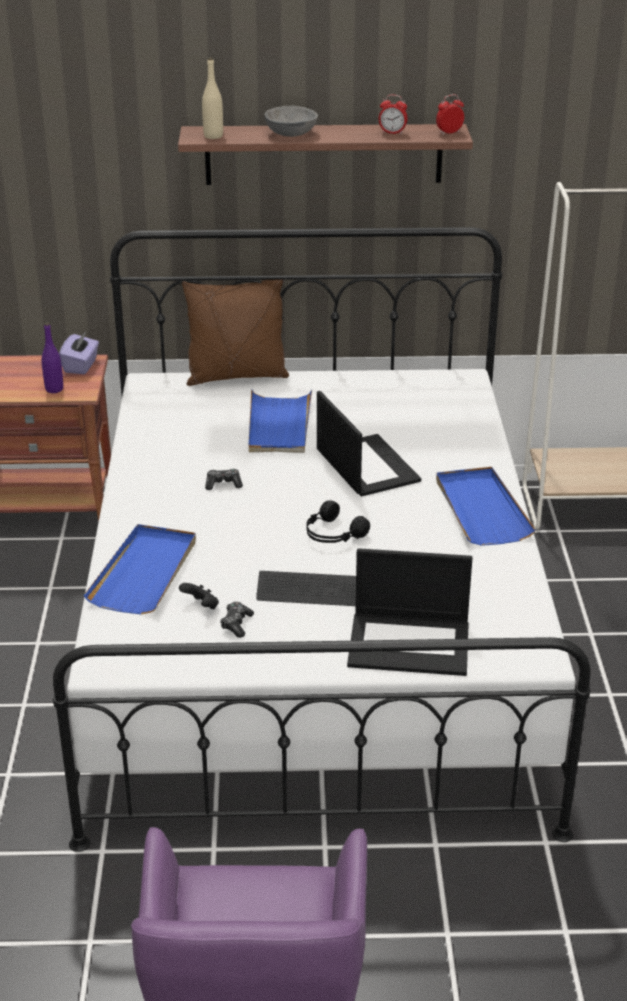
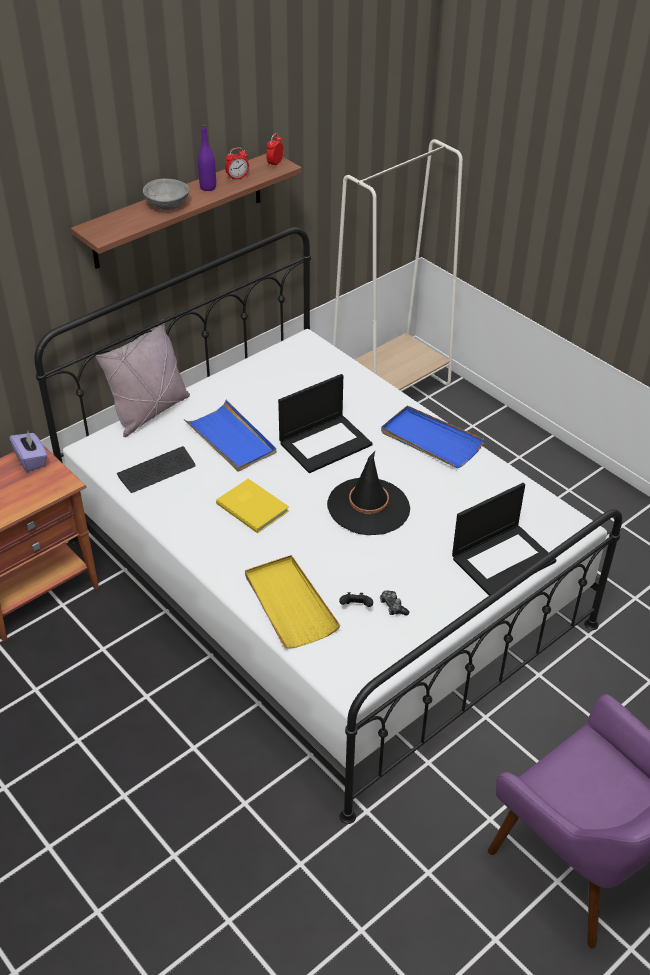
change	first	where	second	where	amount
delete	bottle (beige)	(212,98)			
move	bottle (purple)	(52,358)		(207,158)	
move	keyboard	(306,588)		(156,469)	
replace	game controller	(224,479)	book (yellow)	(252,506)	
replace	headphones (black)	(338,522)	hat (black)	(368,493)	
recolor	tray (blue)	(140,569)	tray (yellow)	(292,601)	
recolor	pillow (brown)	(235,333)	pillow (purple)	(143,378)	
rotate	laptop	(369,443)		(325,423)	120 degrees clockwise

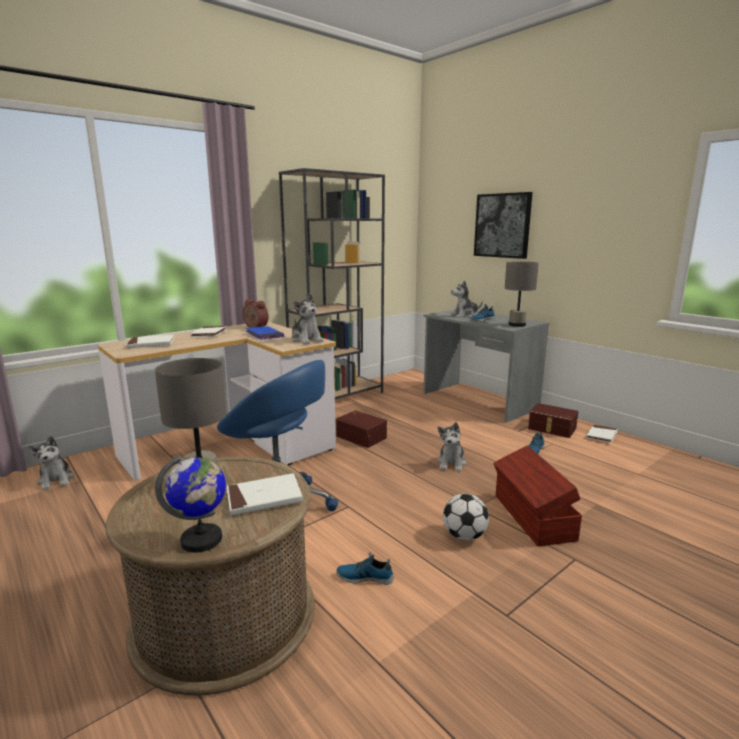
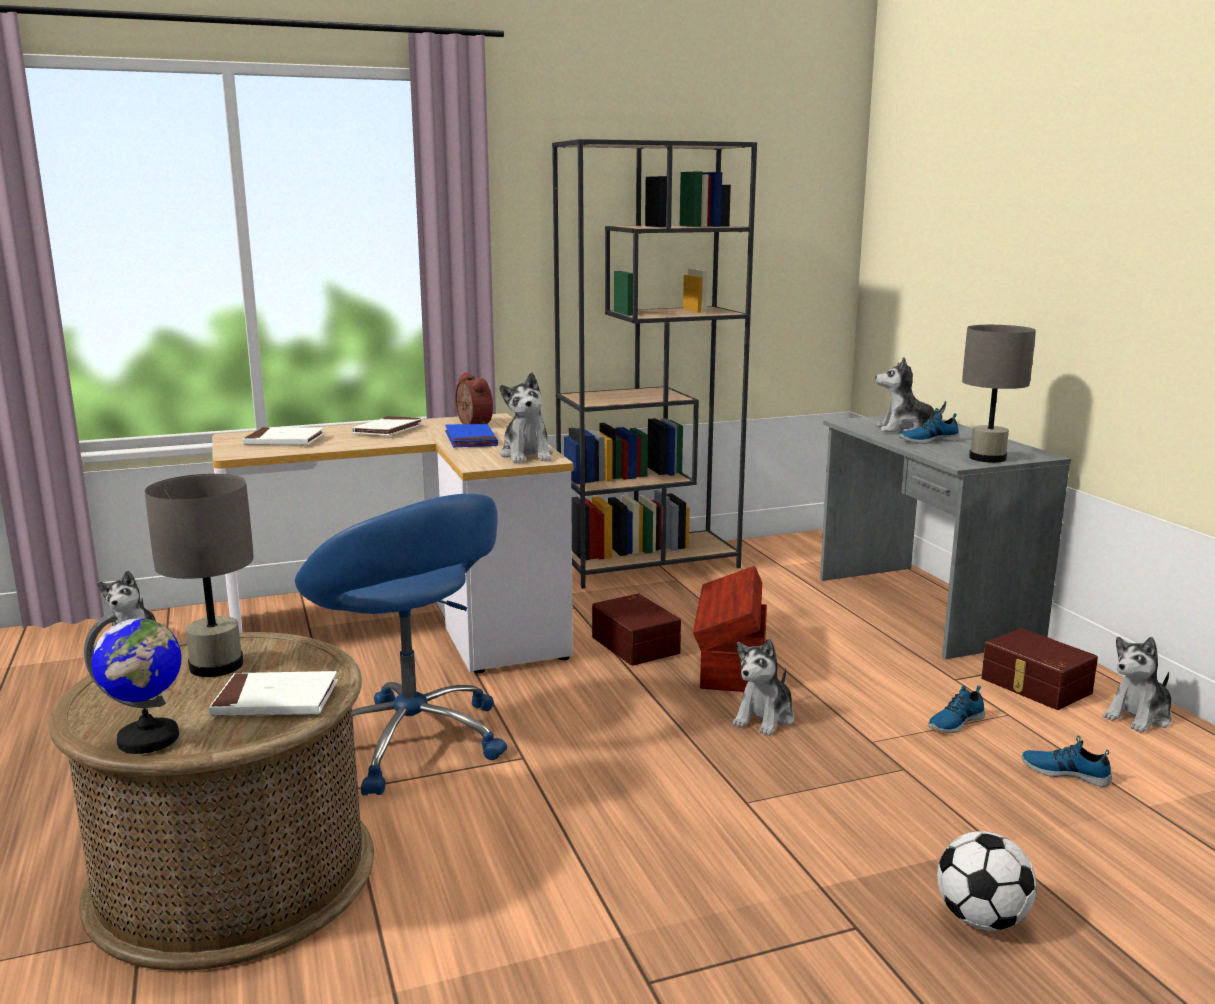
change	first	where	second	where	amount
delete	picture	(503,225)			
move	shoe	(365,568)		(1066,761)	
move	football	(466,517)		(987,881)	
move	storage box (brown)	(537,495)		(730,629)	
replace	book (white)	(602,434)	plush toy	(1137,685)	

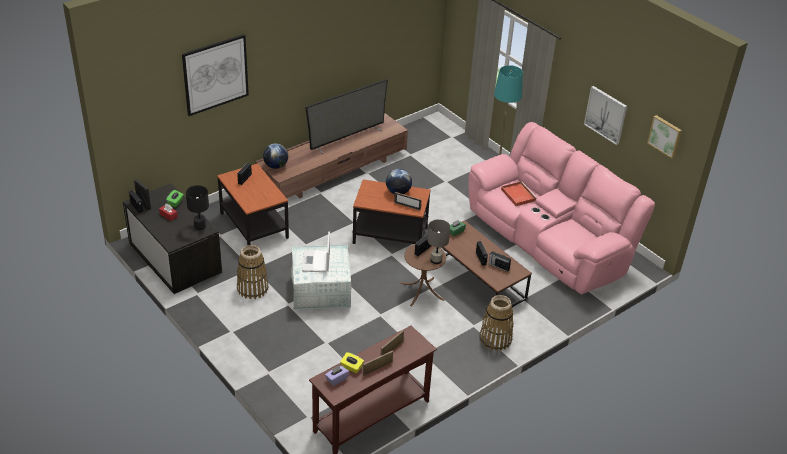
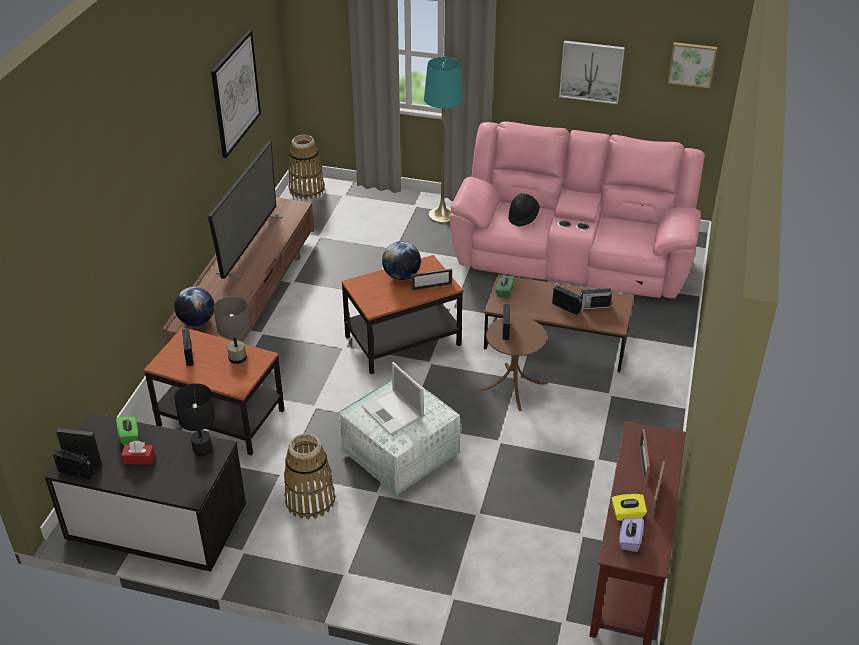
change	first	where	second	where	amount
move	picture	(215,75)		(236,94)	
move	table lamp (grey)	(438,241)		(232,330)	
move	basket	(497,323)		(306,167)	
replace	tray (red)	(519,193)	hat (black)	(524,210)	

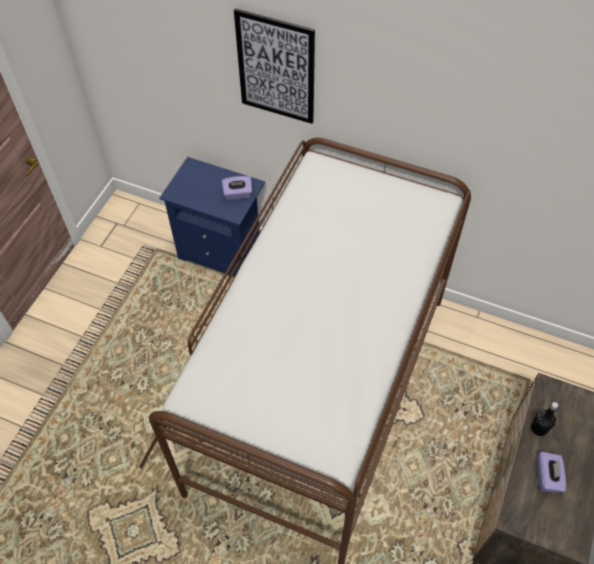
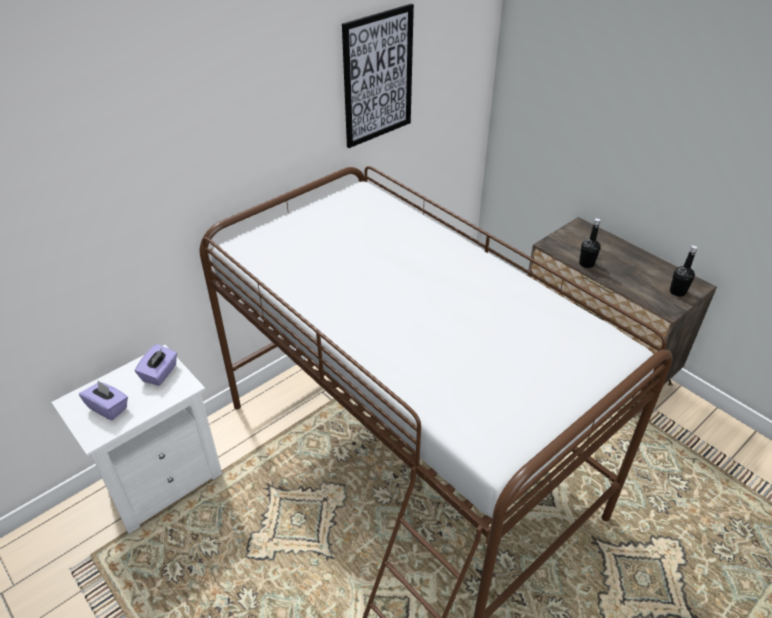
change	first	where	second	where	amount
insert			bottle (black)	(684,271)	
move	picture	(274,66)		(378,76)	
move	tissue box (purple)	(551,472)		(103,401)	
recolor	nightstand (blue)	(212,217)	nightstand (white)	(136,439)	

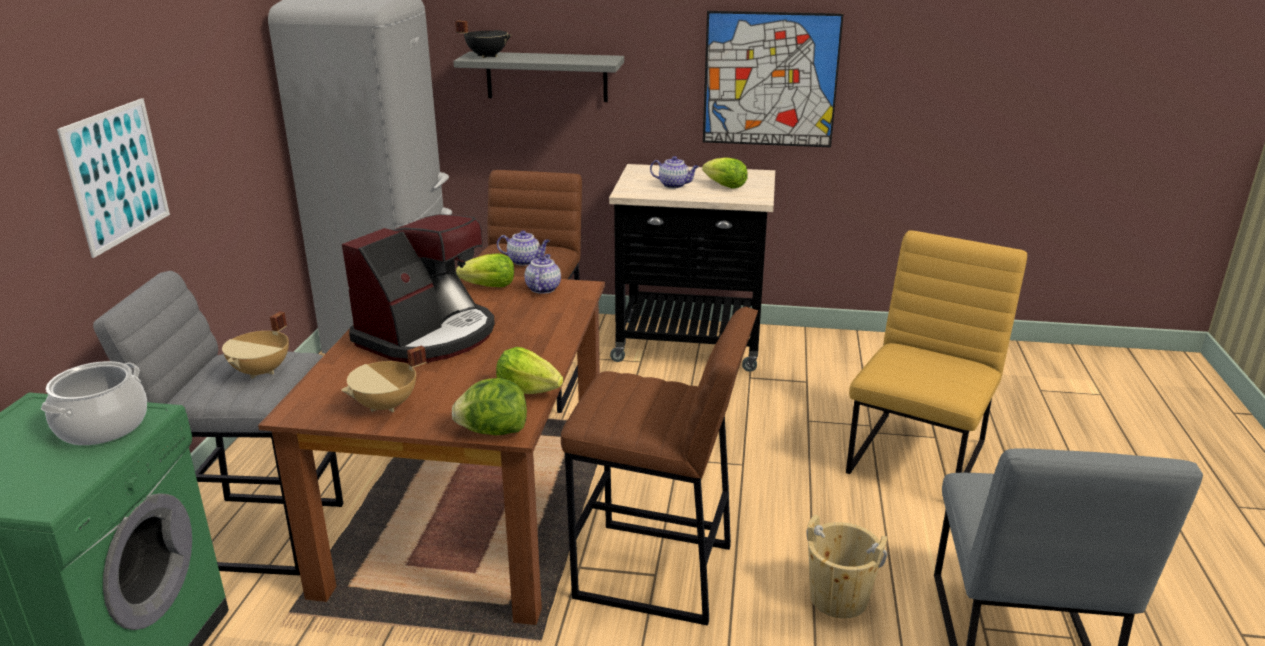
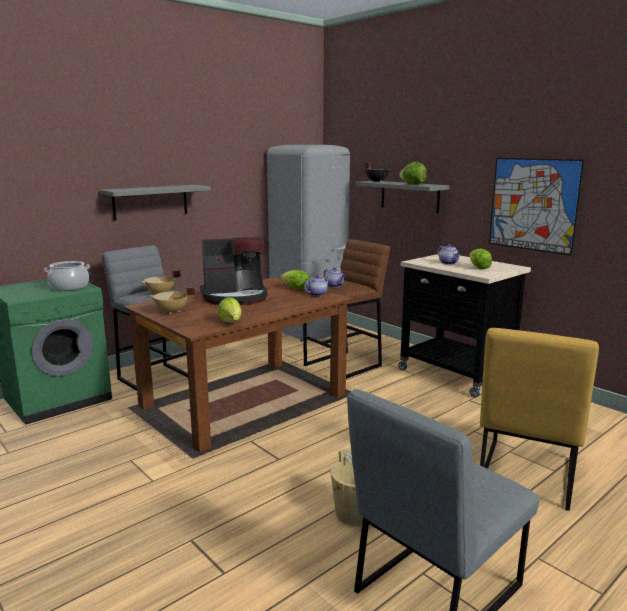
change	first	where	second	where	amount
delete	stool (brown)	(659,466)			
move	lettuce	(489,406)		(413,173)	
replace	picture	(113,178)	shelf (grey)	(155,202)	
rotate	chair (yellow)	(936,352)		(539,419)	135 degrees clockwise

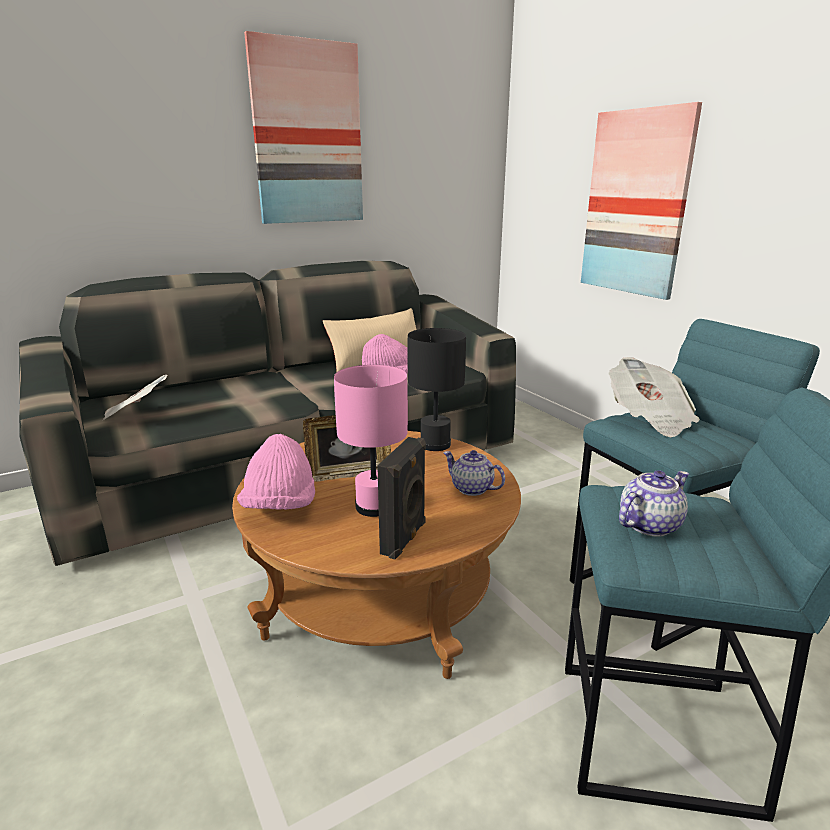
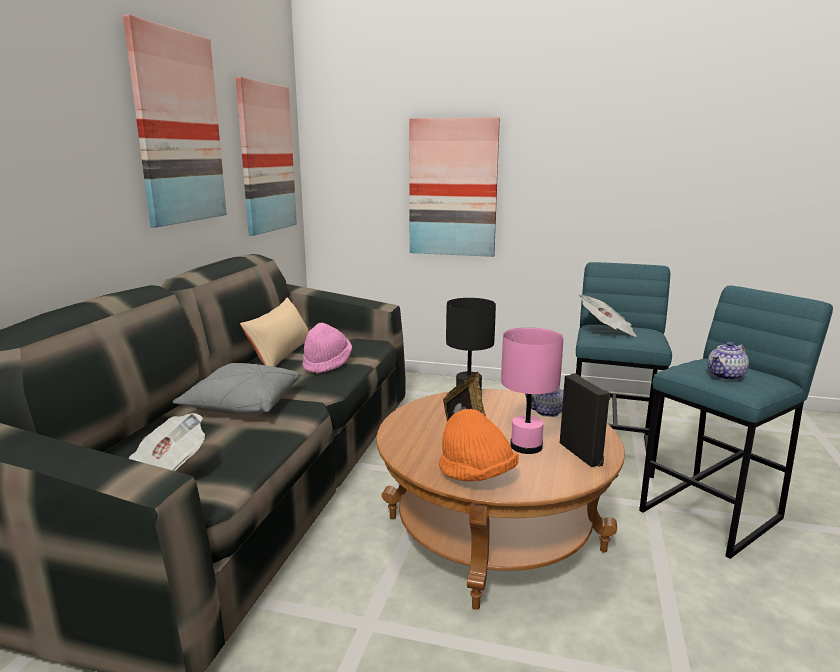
change	first	where	second	where	amount
insert			pillow (grey)	(237,388)	
insert			picture	(266,156)	
recolor	hat (pink)	(276,472)	hat (orange)	(479,445)	
rotate	teapot	(654,503)		(728,361)	135 degrees counterclockwise

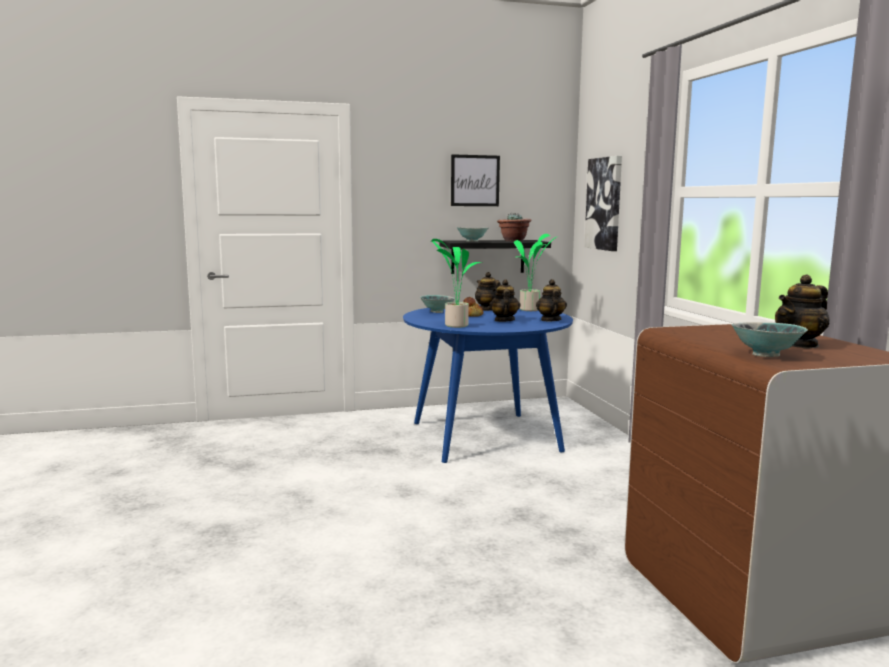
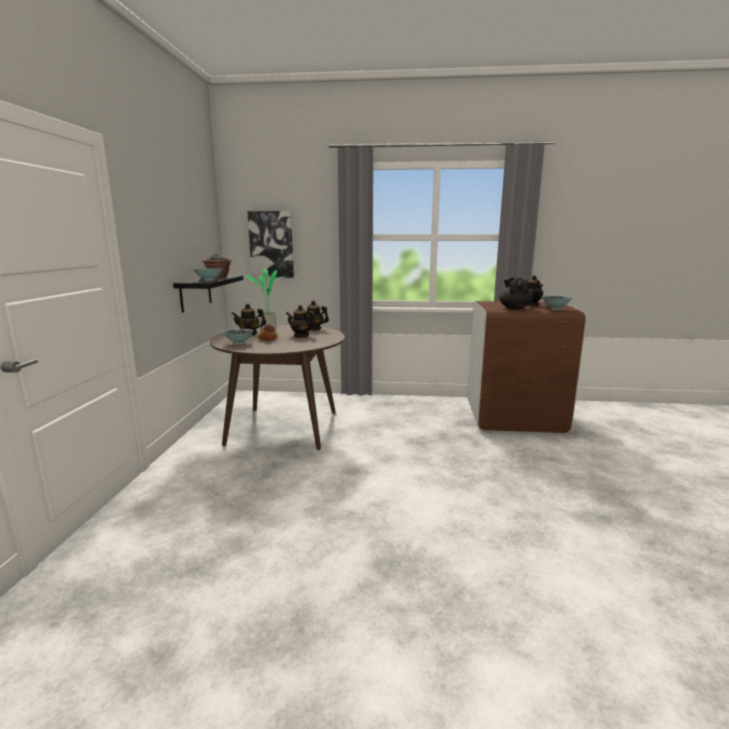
change	first	where	second	where	amount
delete	potted plant	(456,283)			
delete	picture	(475,180)			
insert			teapot (black)	(516,293)	
recolor	dining table (blue)	(488,385)	dining table (brown)	(277,387)	

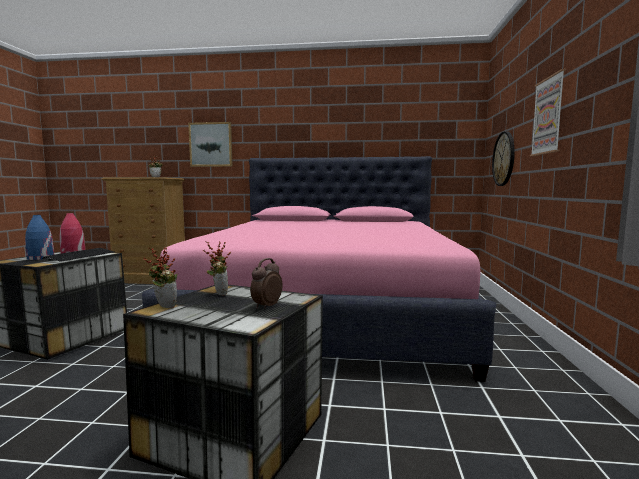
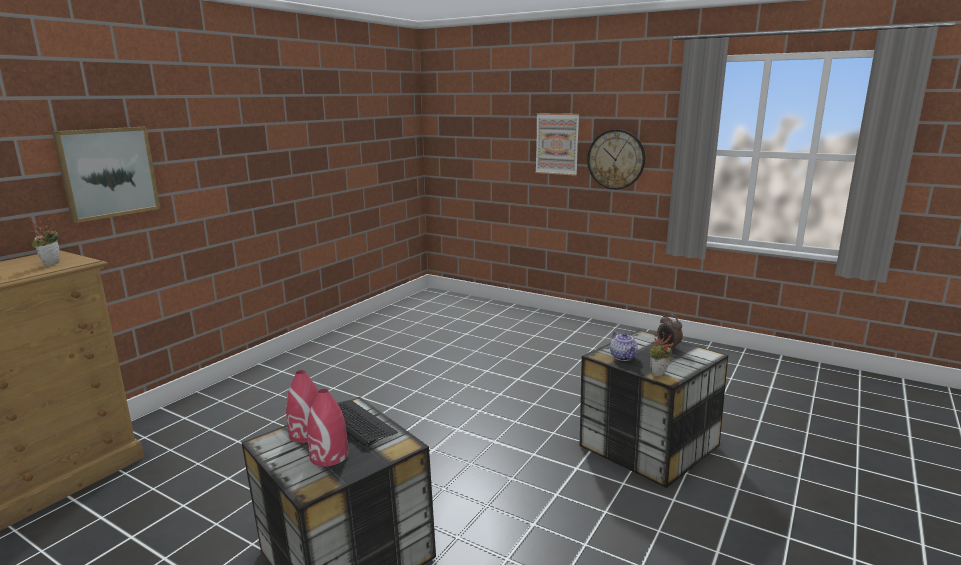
change	first	where	second	where	amount
delete	bed (pink)	(319,269)			
move	wall clock	(503,158)		(616,159)	
replace	potted plant	(217,268)	teapot	(624,346)	
recolor	vase (blue)	(39,237)	vase (red)	(327,428)	

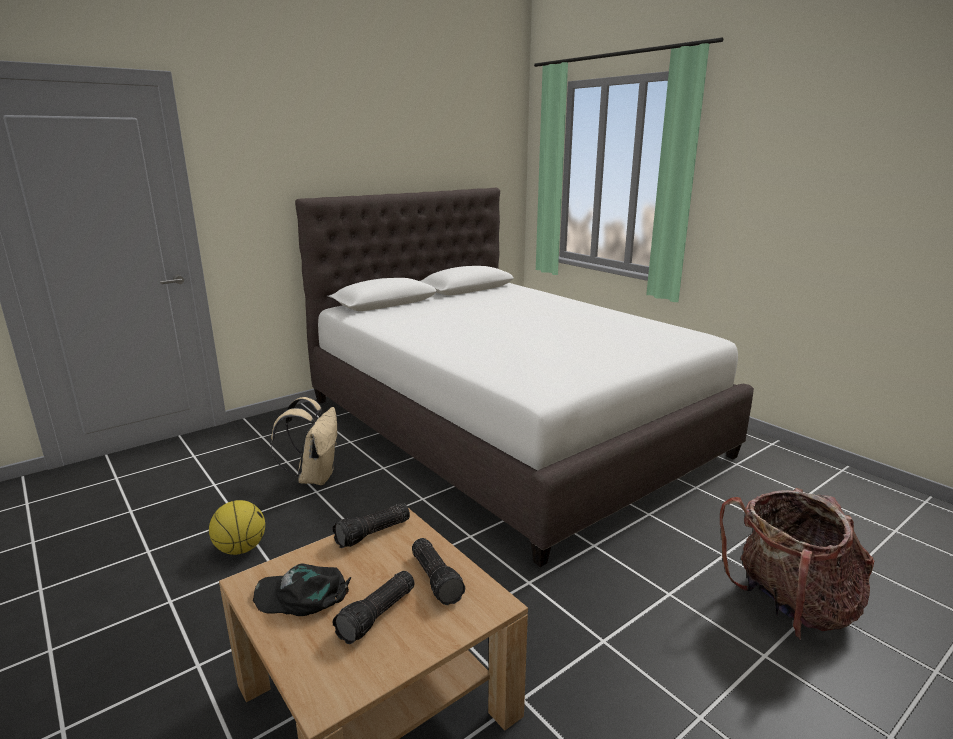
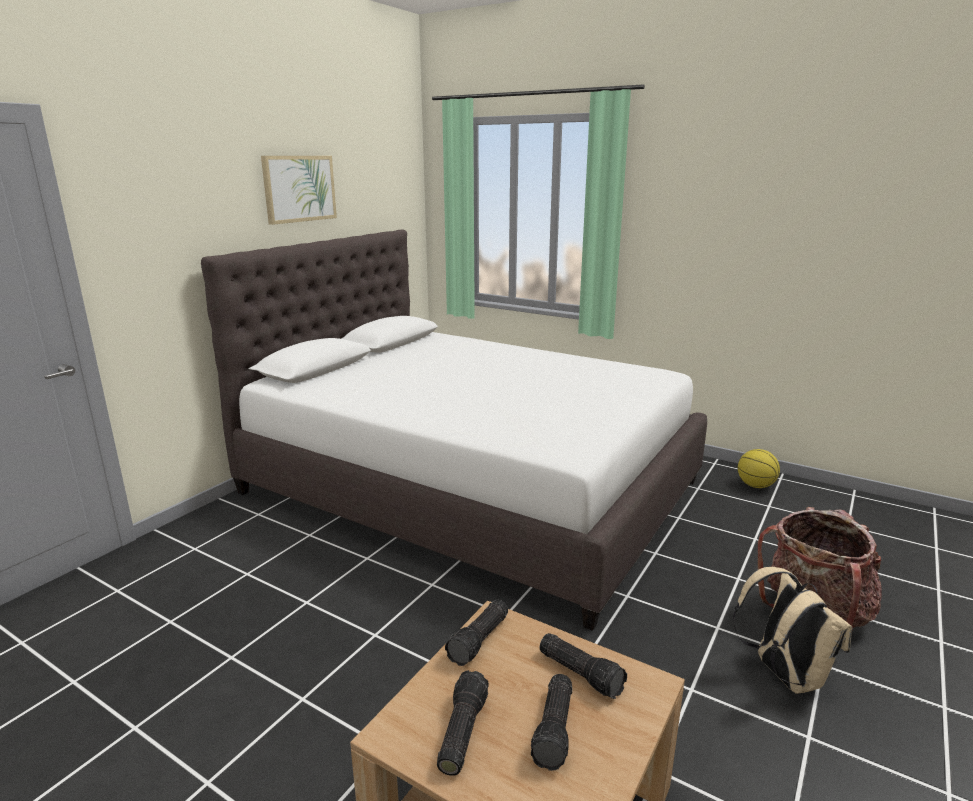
change	first	where	second	where	amount
insert			picture	(299,190)	
move	basketball	(237,527)		(759,468)	
move	backpack (beige)	(304,441)		(792,630)	
replace	cap (black)	(302,589)	flashlight	(463,723)	

